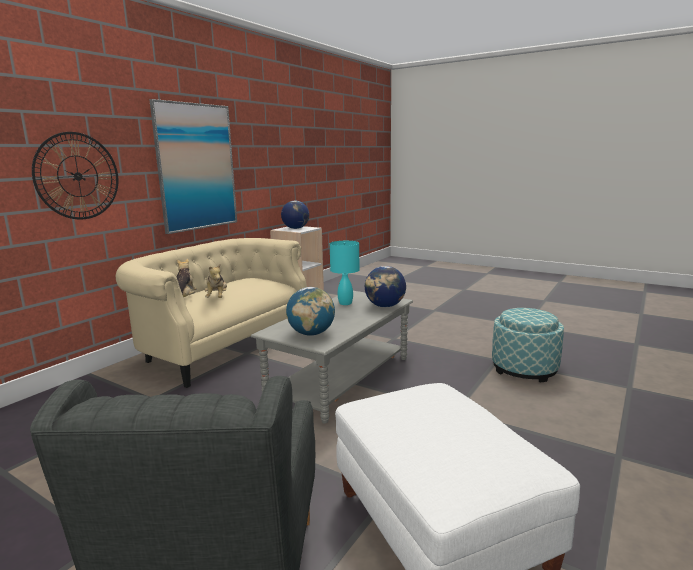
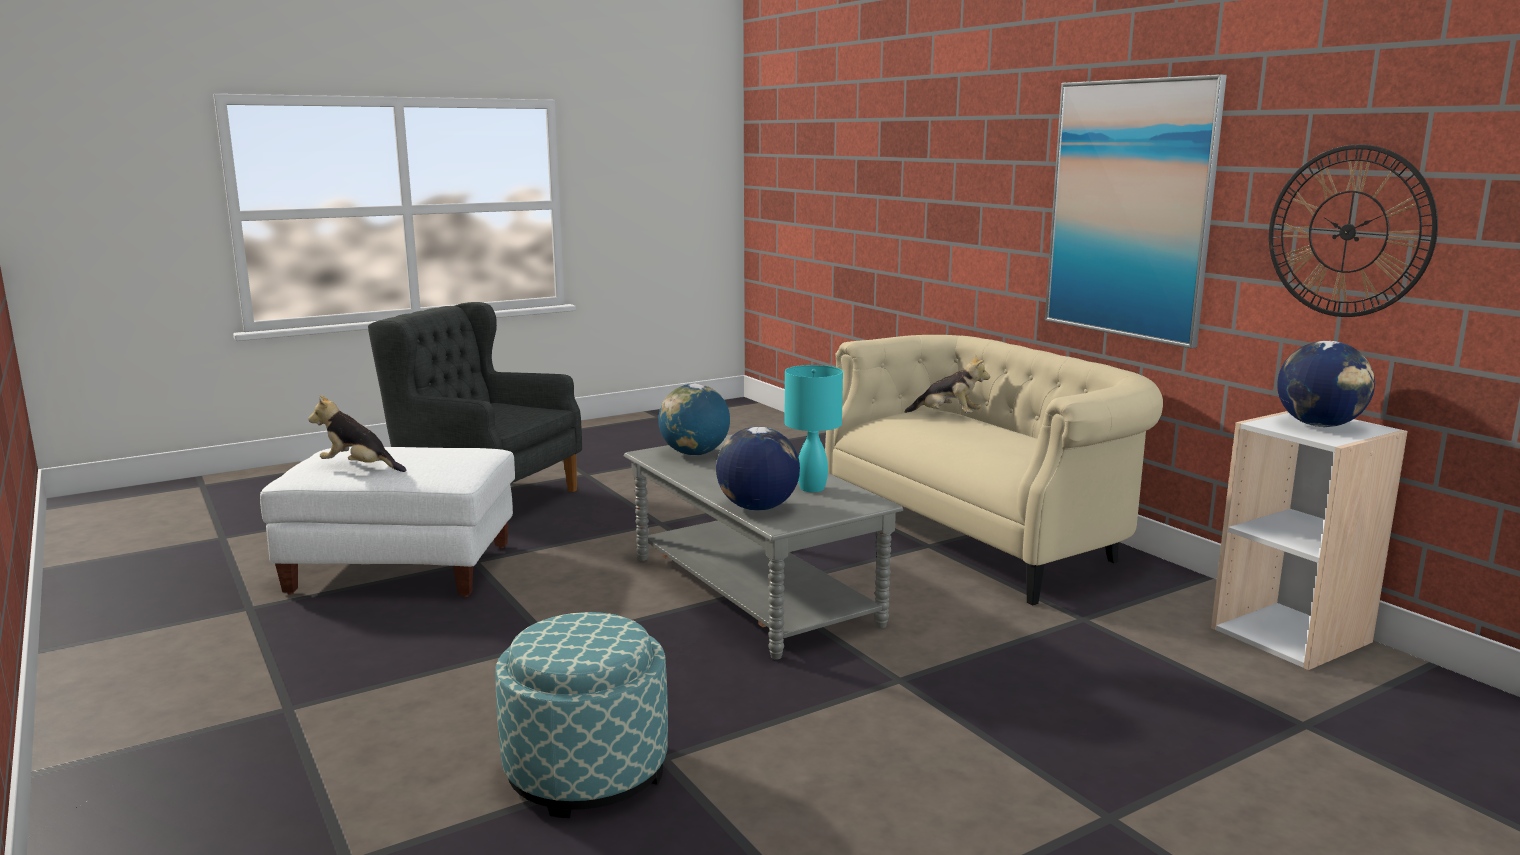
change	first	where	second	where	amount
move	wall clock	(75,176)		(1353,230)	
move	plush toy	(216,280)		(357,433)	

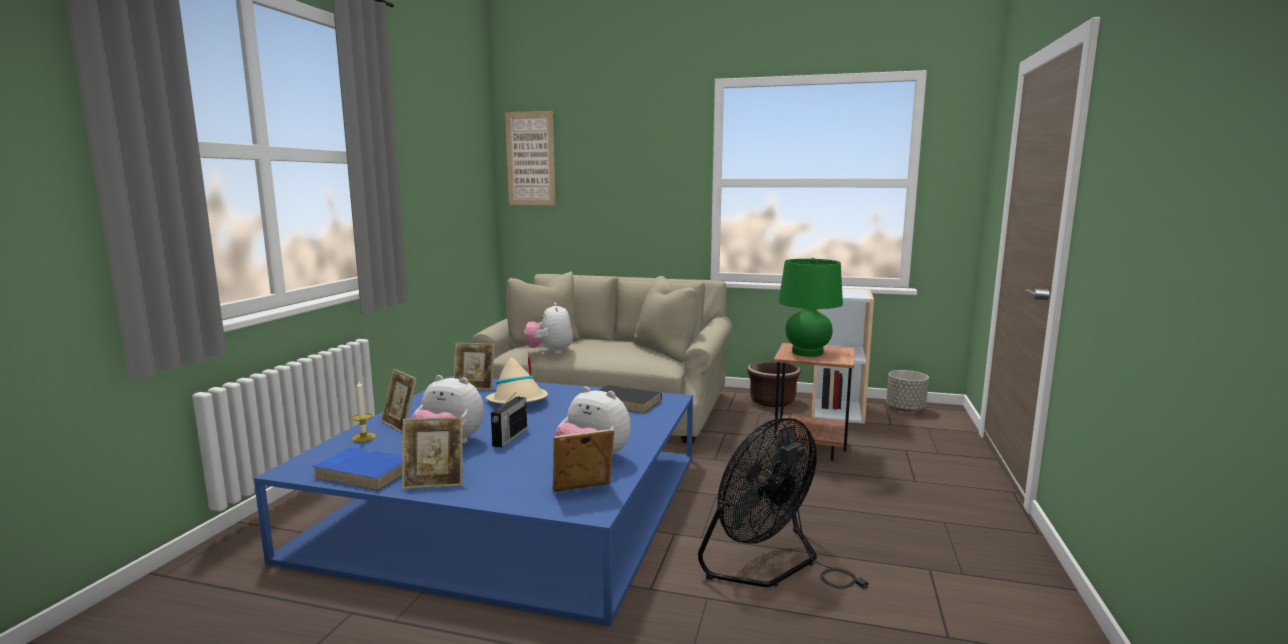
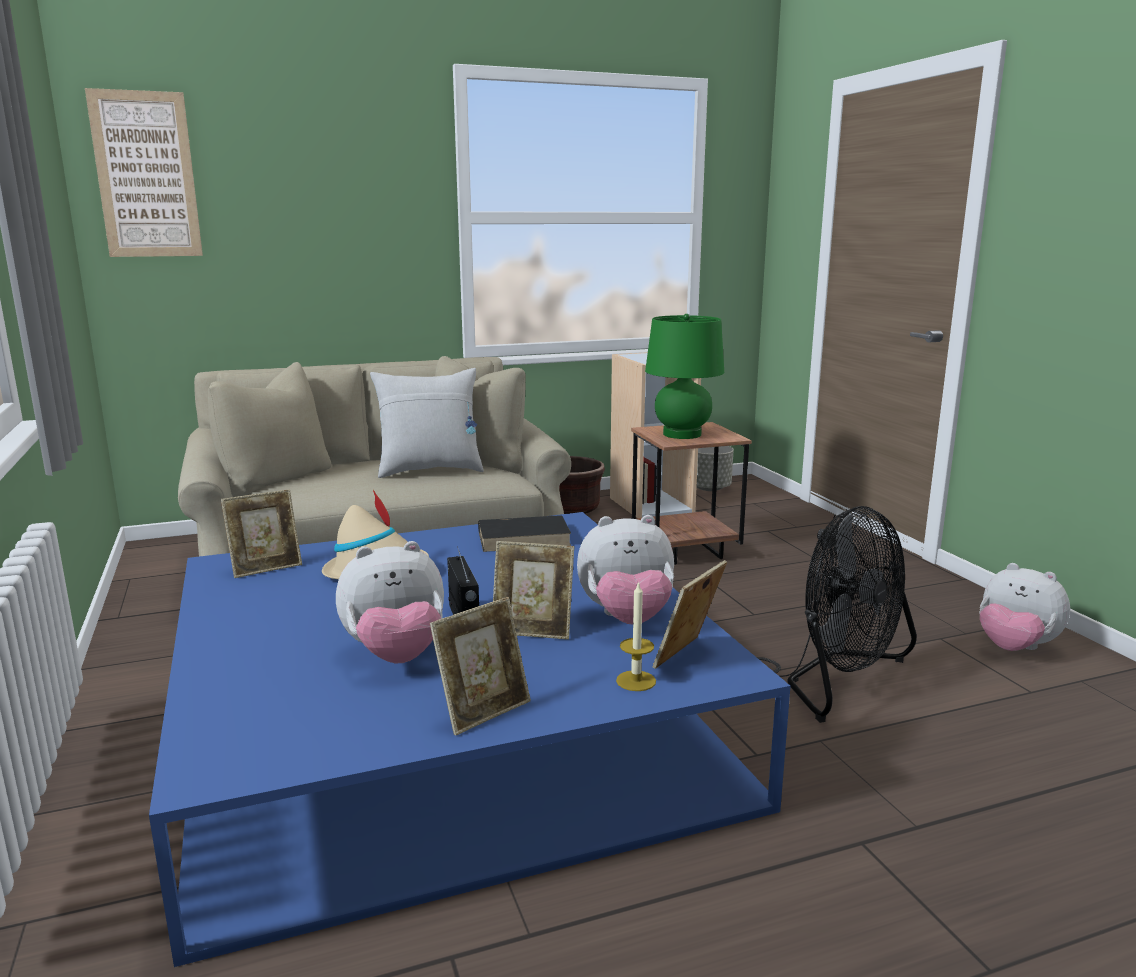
change	first	where	second	where	amount
delete	book (blue)	(357,469)			
insert			pillow (grey)	(427,423)	
move	candle	(364,411)		(636,636)	
move	picture frame	(399,401)		(533,590)	
move	plush toy	(548,328)		(1024,607)	
rotate	fan (black)	(783,503)		(837,614)	150 degrees counterclockwise

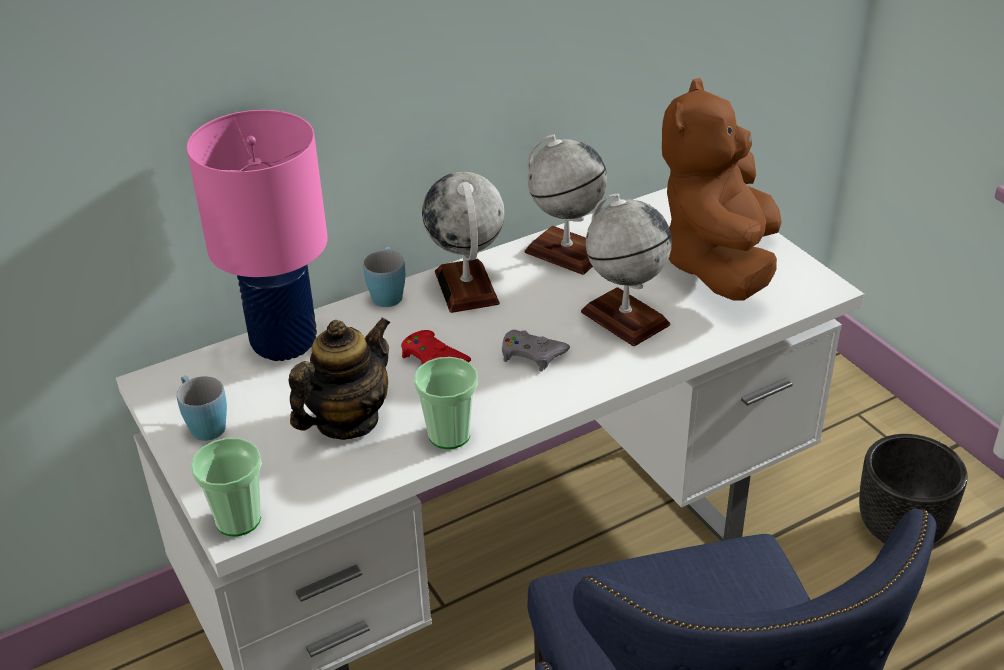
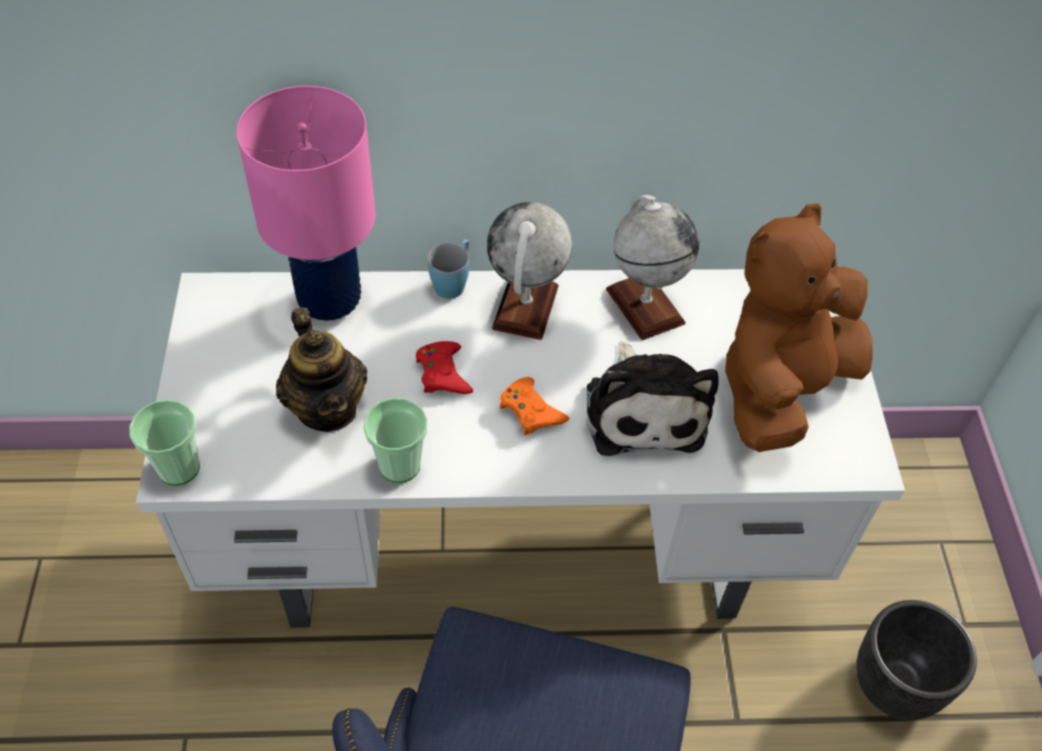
change	first	where	second	where	amount
delete	mug (blue)	(202,408)			
replace	globe	(626,270)	plush toy	(652,398)	
recolor	game controller (grey)	(536,351)	game controller (orange)	(534,406)	
rotate	teapot	(339,378)		(321,369)	90 degrees clockwise

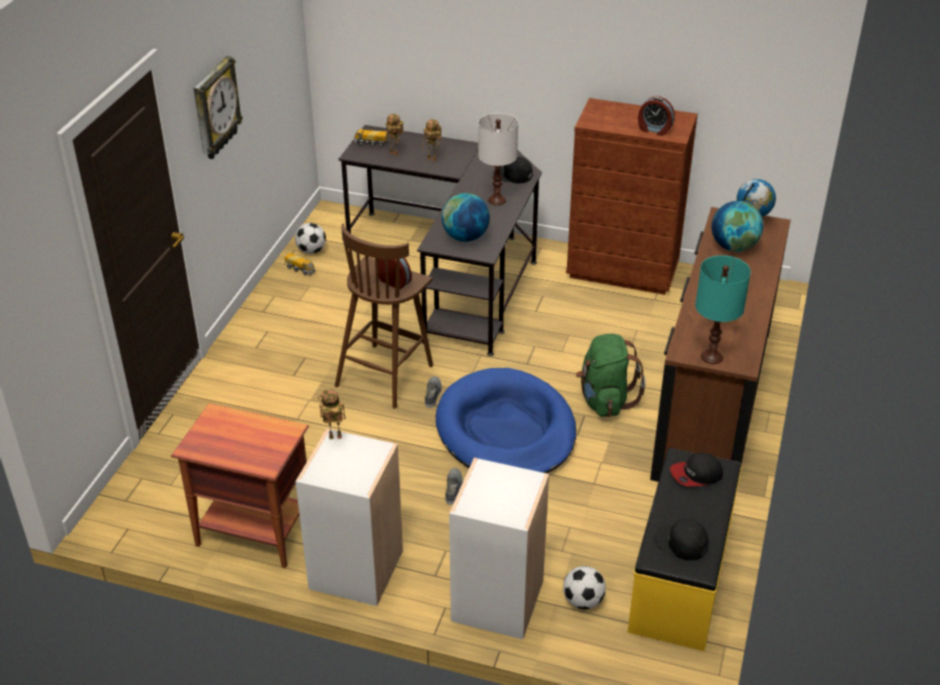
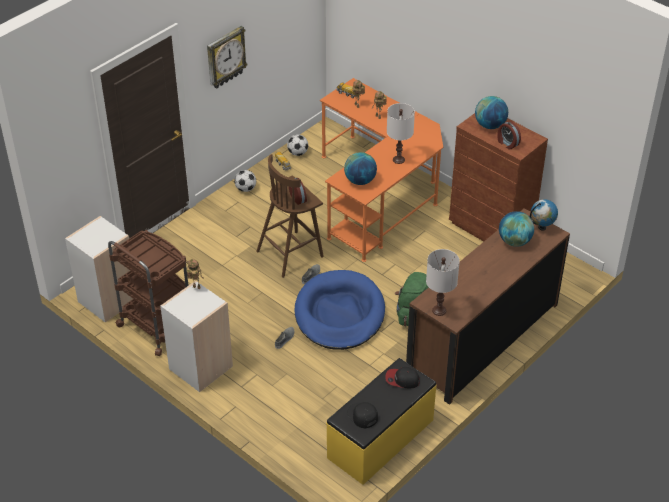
change	first	where	second	where	amount
delete	cap (black)	(513,170)			
insert			globe	(491,112)	
move	bookcase	(499,548)		(99,269)	
move	football	(584,587)		(245,181)	
replace	nightstand	(240,485)	cart (brown)	(148,293)	
recolor	desk (black)	(440,240)	desk (orange)	(381,170)	
recolor	table lamp (turquoise)	(723,309)	table lamp (white)	(443,282)	

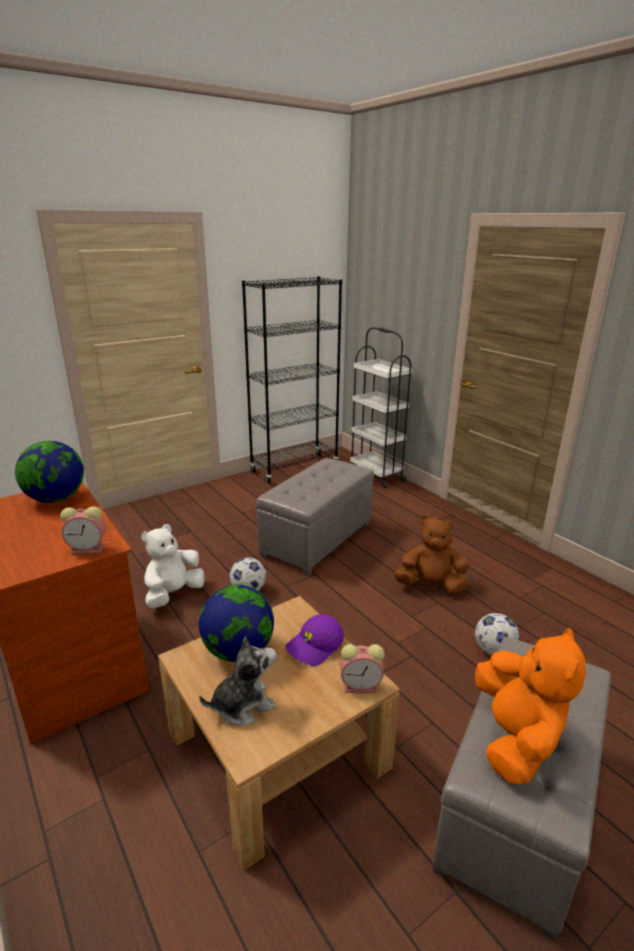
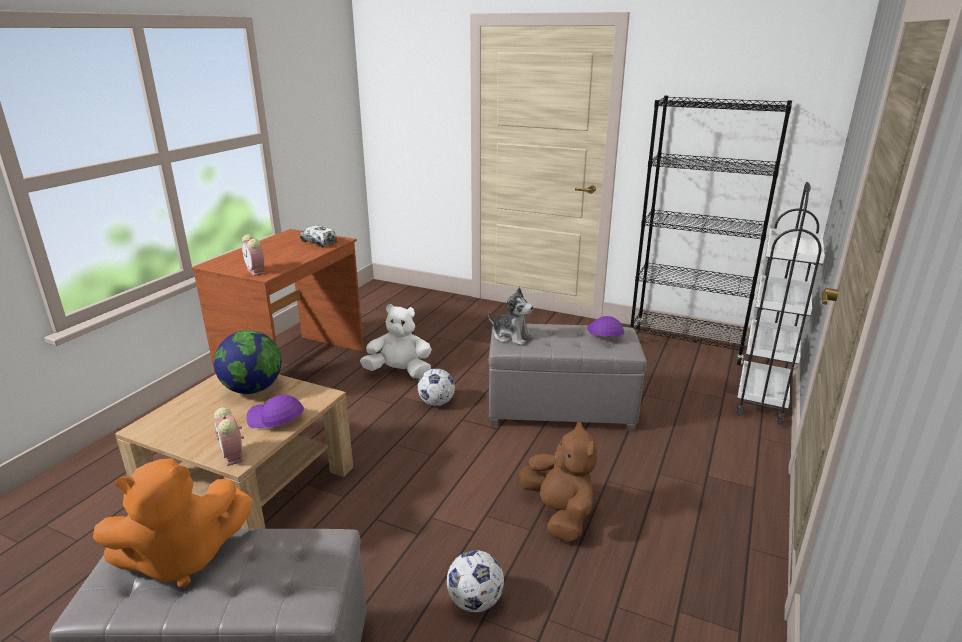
change	first	where	second	where	amount
insert			cap (purple)	(605,326)	
move	plush toy	(238,681)		(511,316)	
replace	globe	(49,472)	toy truck	(318,236)	

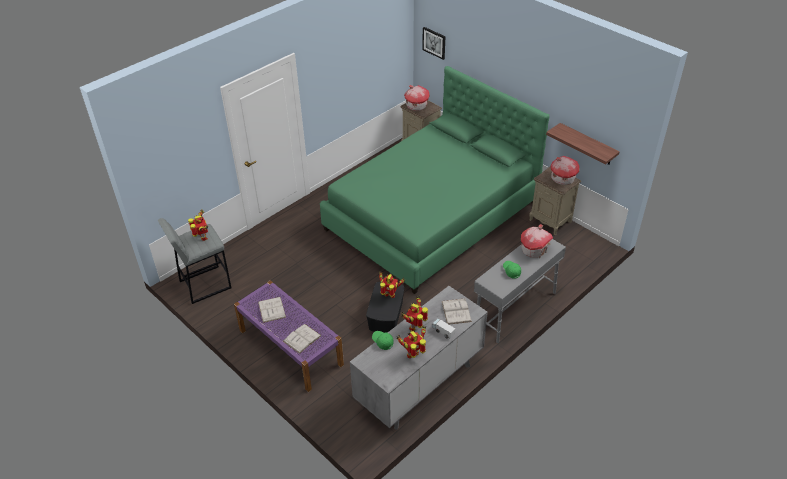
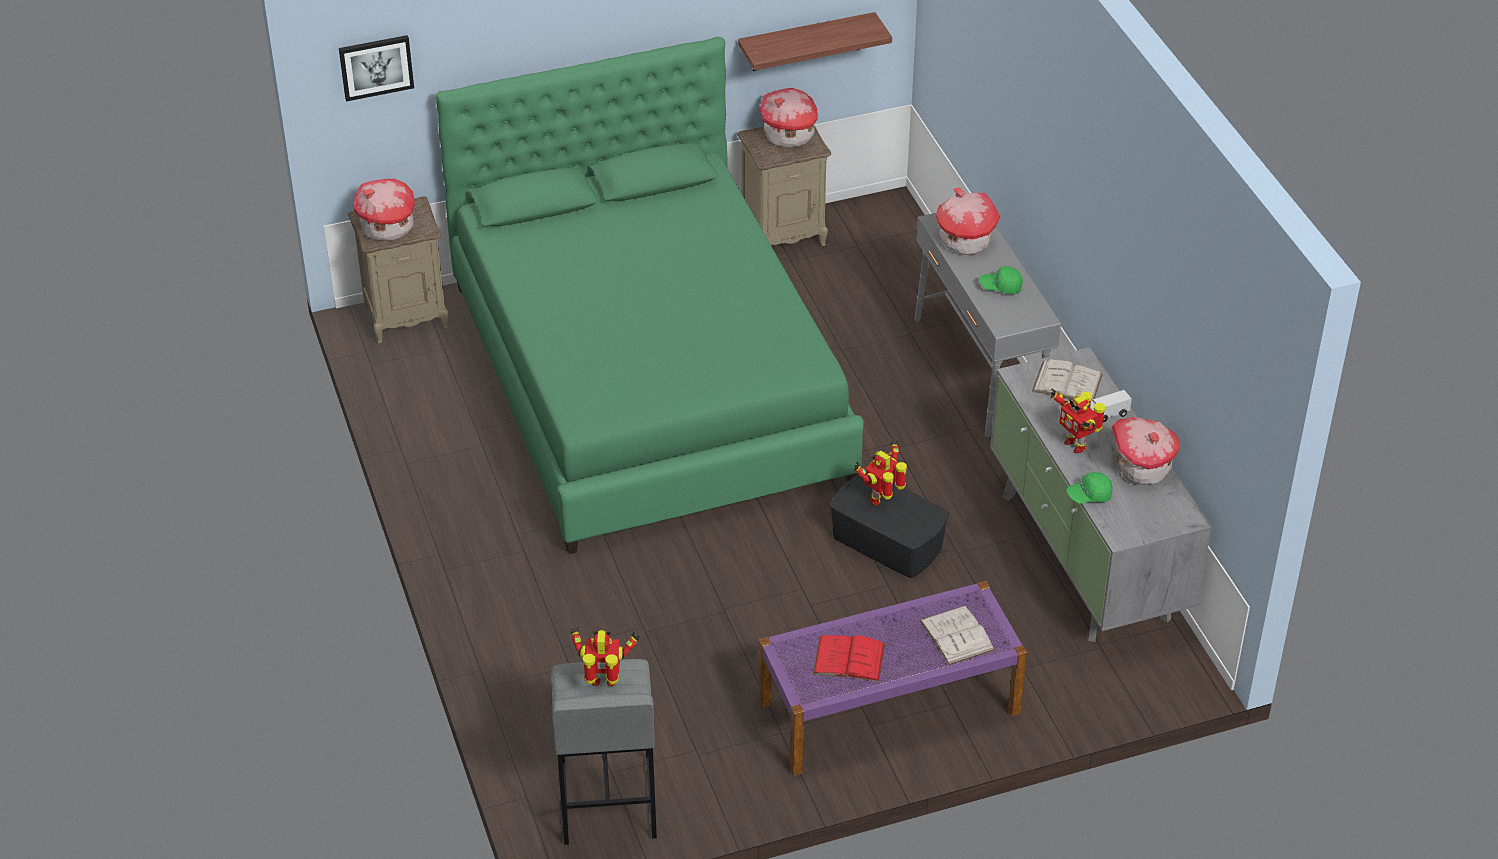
change	first	where	second	where	amount
replace	toy robot	(411,342)	toy house	(1145,451)	
recolor	book (white)	(272,310)	book (red)	(849,658)	

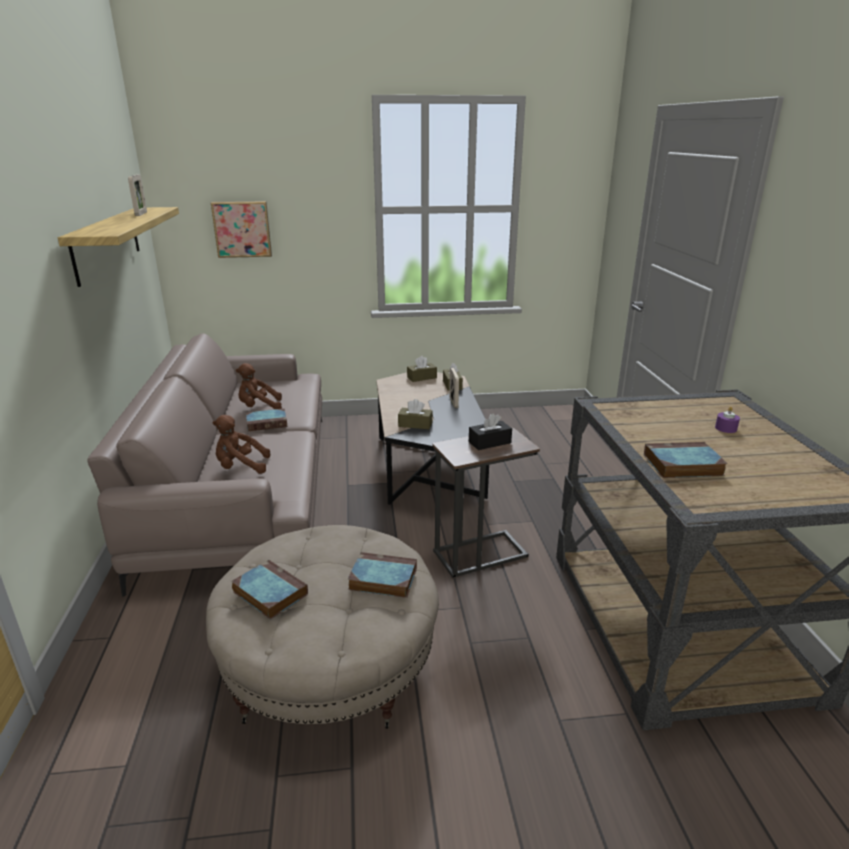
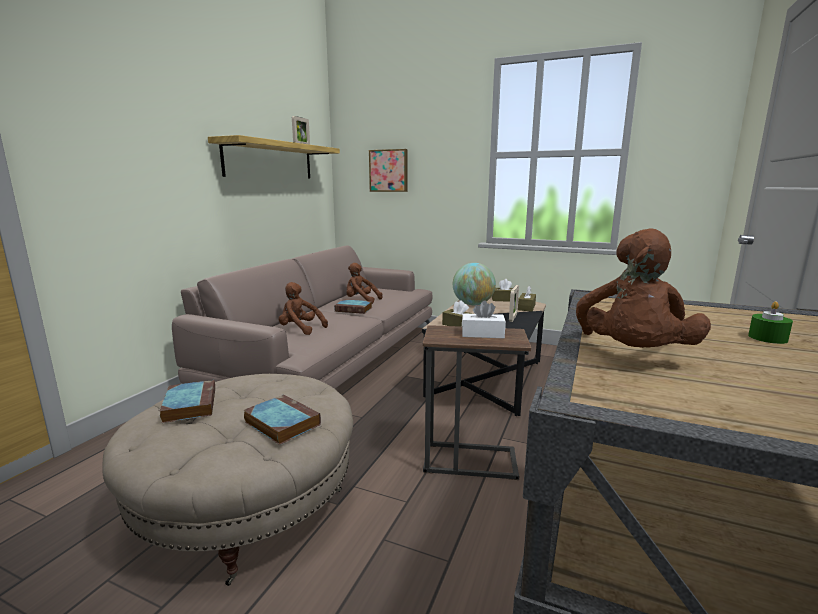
change	first	where	second	where	amount
insert			globe	(474,284)	
replace	book	(686,460)	plush toy (brown)	(643,288)	
recolor	tissue box (black)	(490,431)	tissue box (white)	(484,319)	
recolor	candle (purple)	(727,419)	candle (green)	(770,322)	

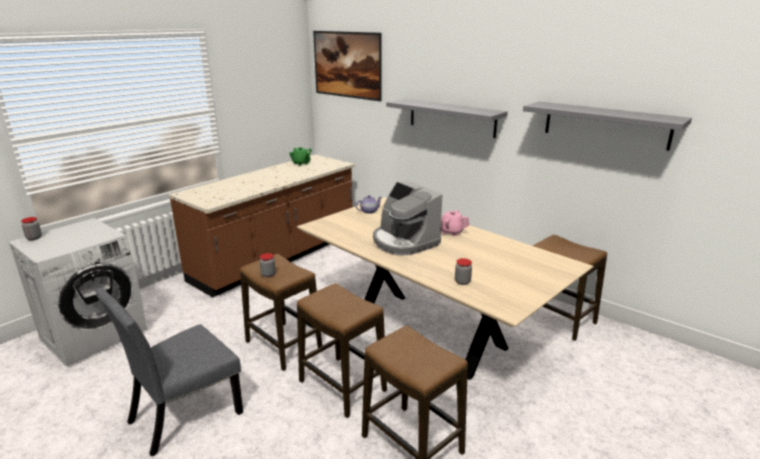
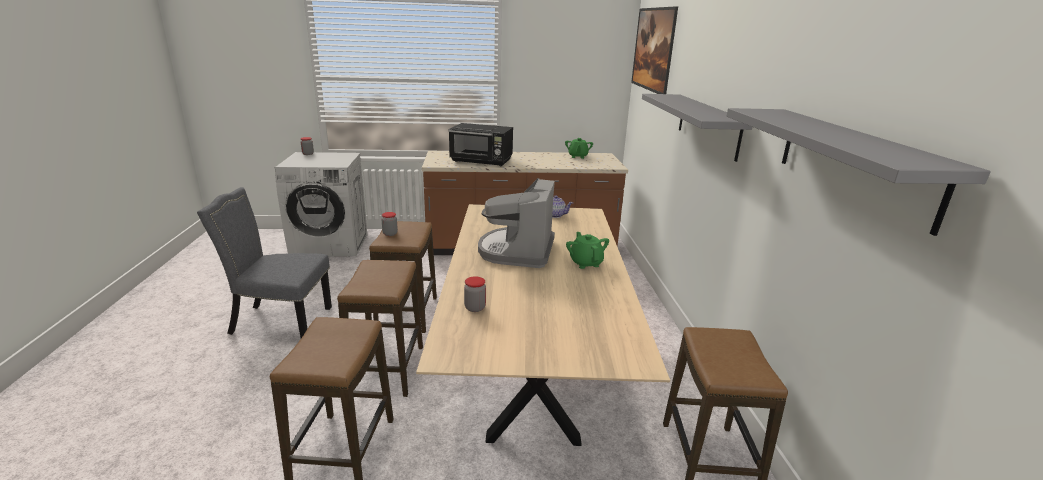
change	first	where	second	where	amount
insert			microwave (black)	(480,144)	
recolor	teapot (pink)	(455,223)	teapot (green)	(587,250)	

